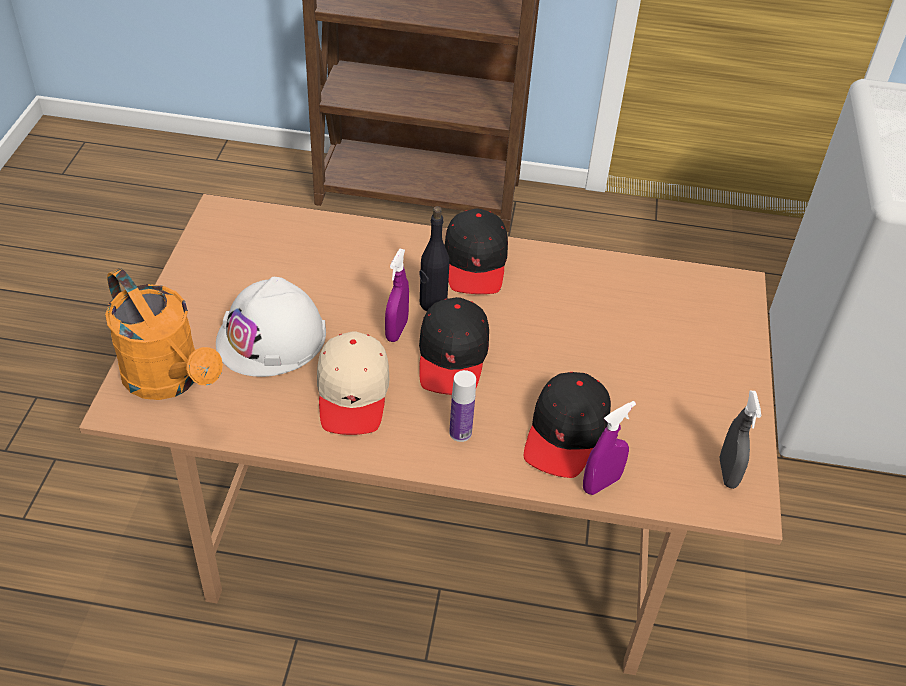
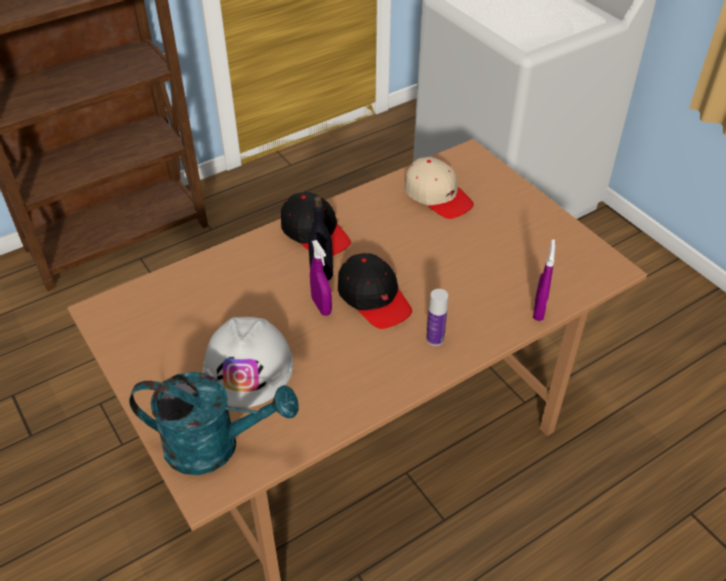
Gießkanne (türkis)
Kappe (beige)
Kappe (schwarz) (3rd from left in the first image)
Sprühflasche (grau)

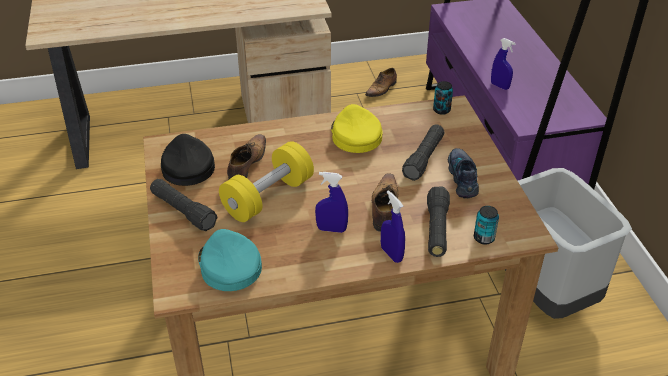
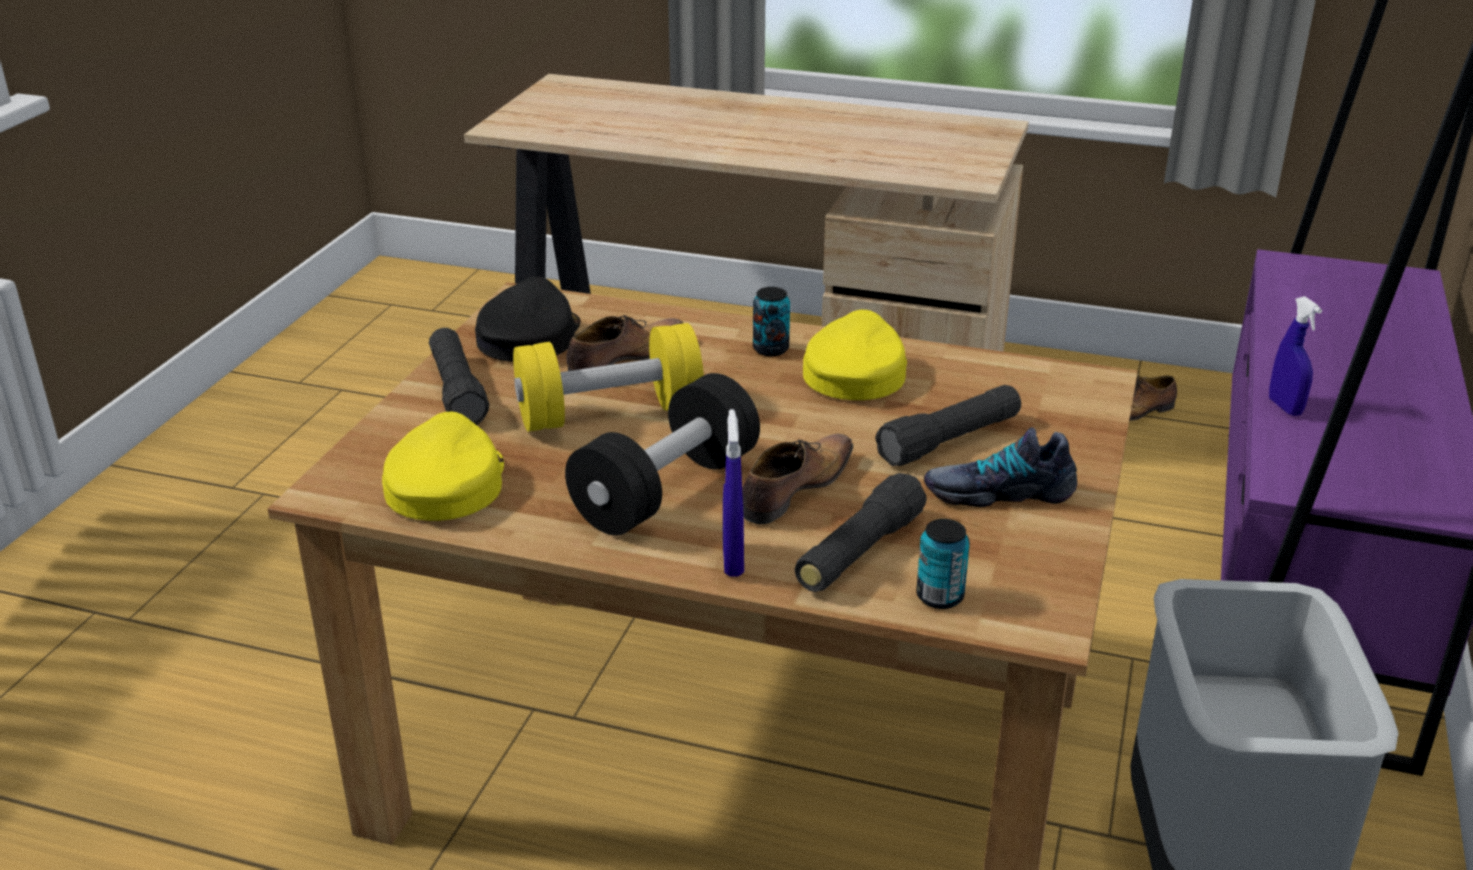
Kappe (gelb) (1st from left)
Hantel (schwarz)
Dose (1st from left)
Schuh (3rd from left)

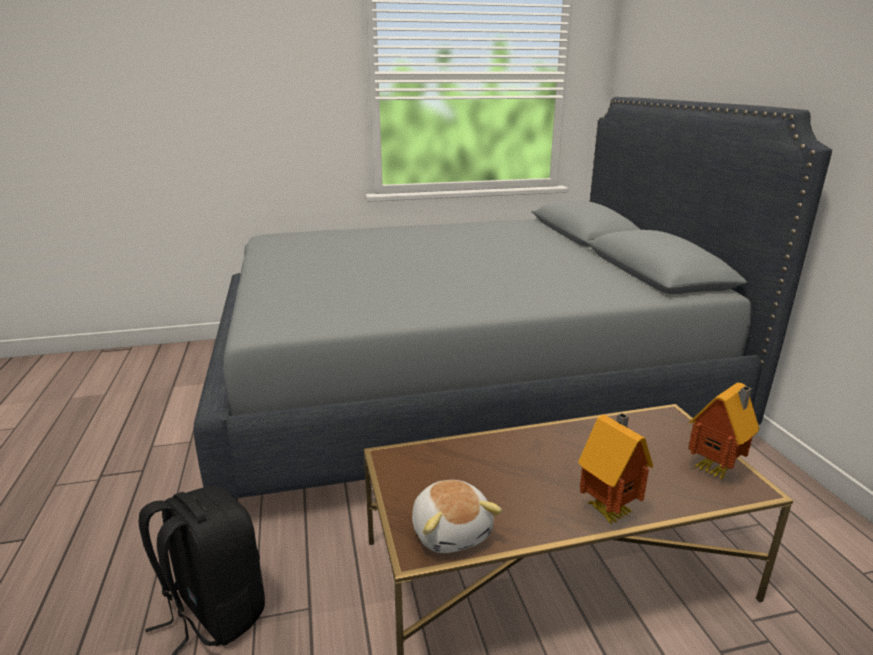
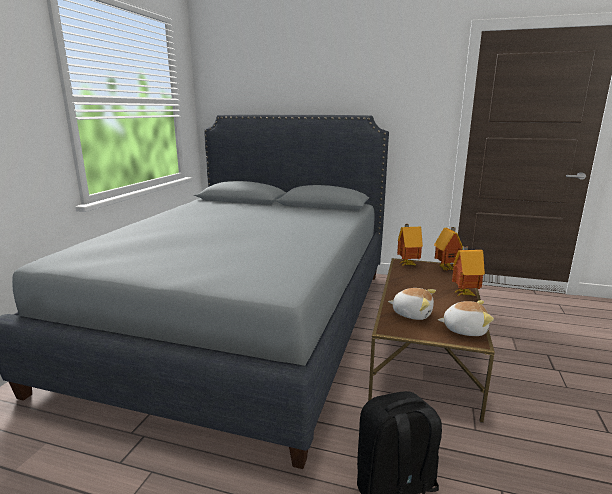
Plüschtier (1st from left)
Spielzeughaus (1st from left)

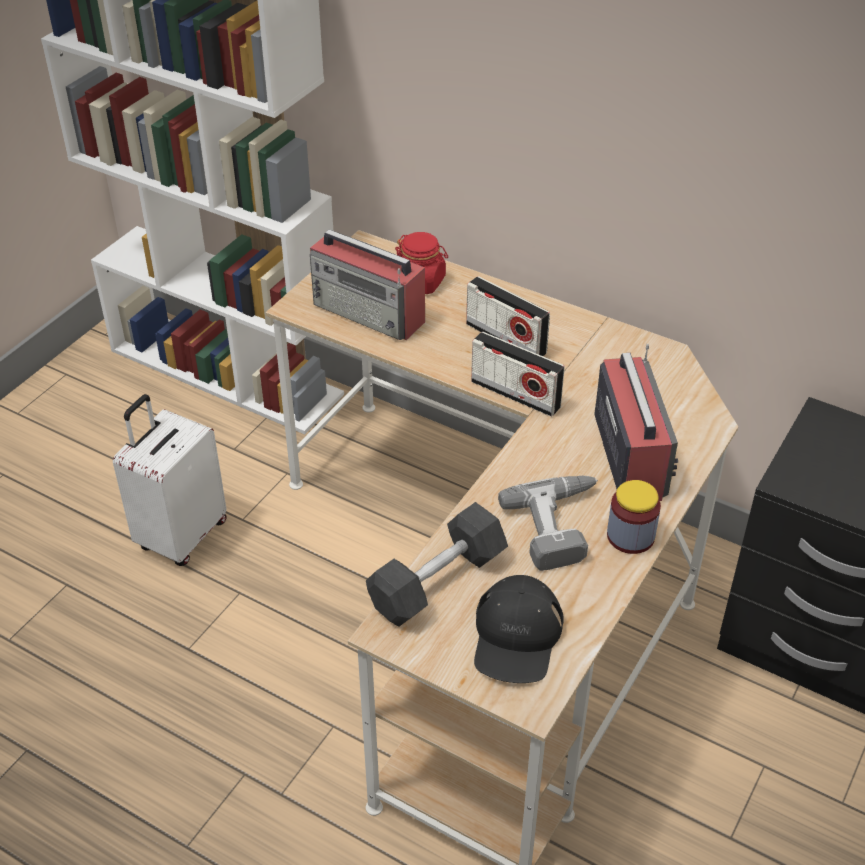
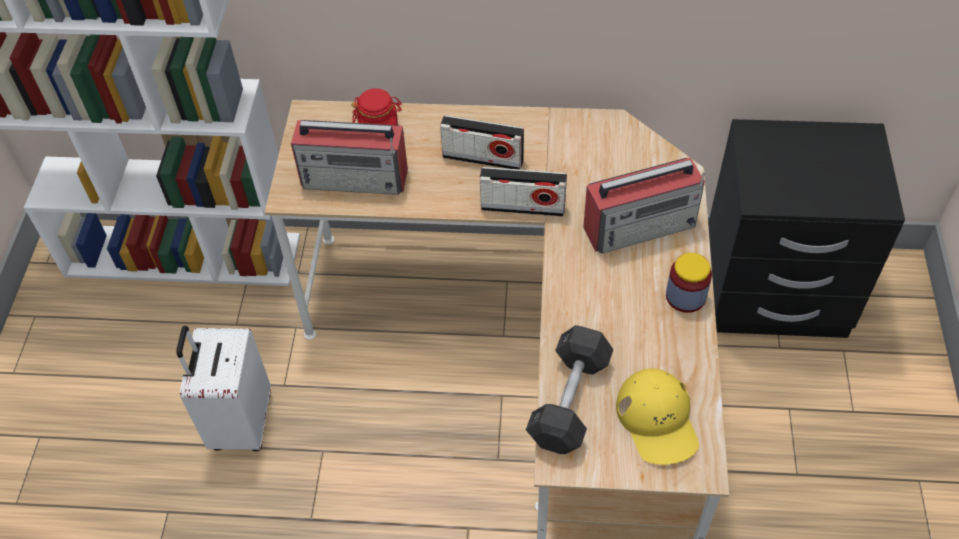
Radio (4th from left)
Kappe (gelb)
Bohrmaschine

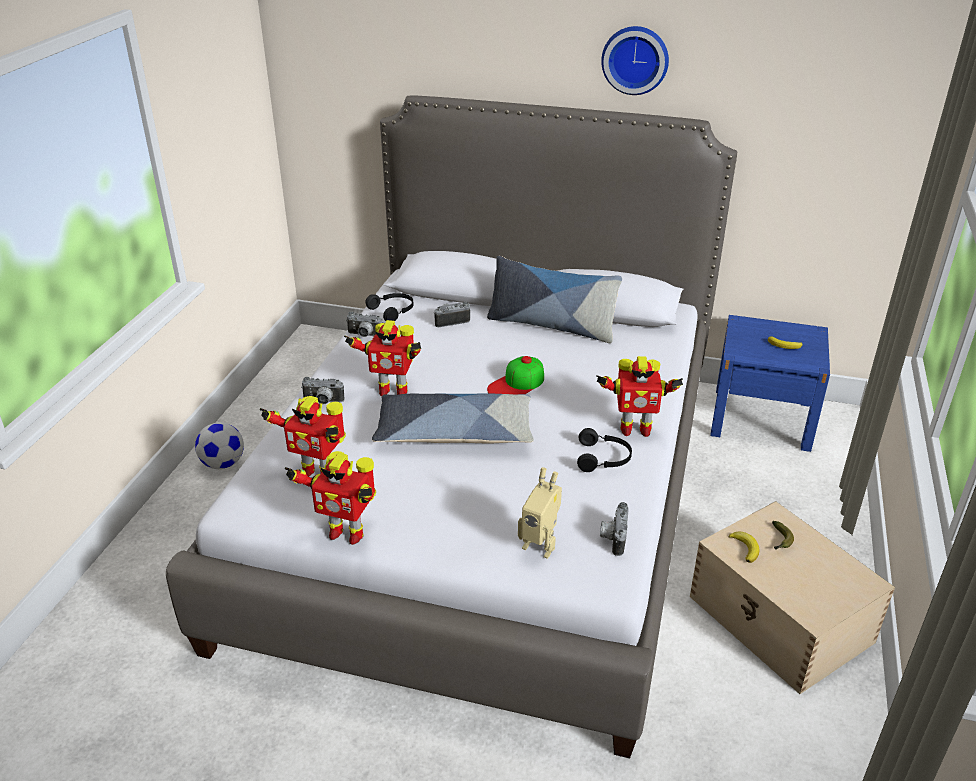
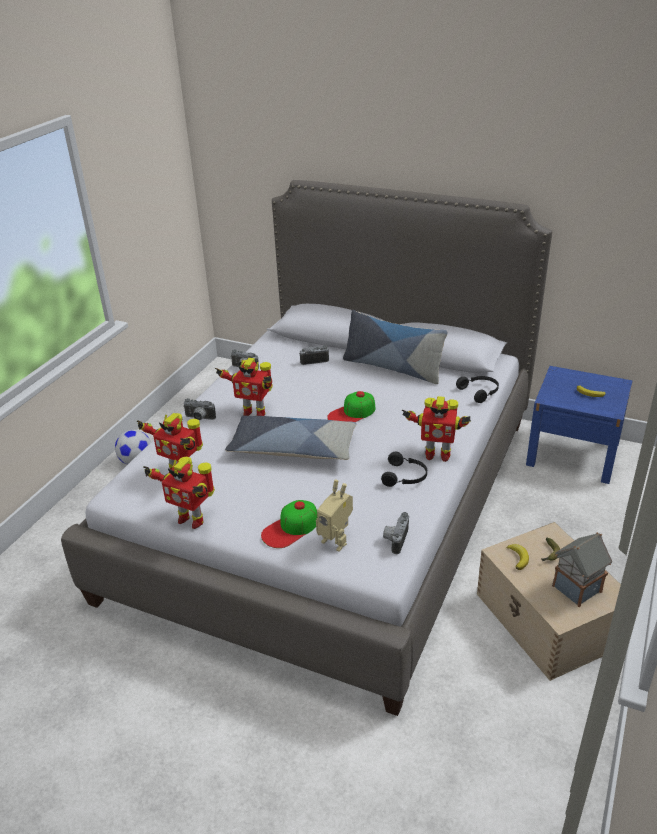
Kappe (1st from left)
Kopfhörer (schwarz) (2nd from left)
Spielzeughaus
Wanduhr

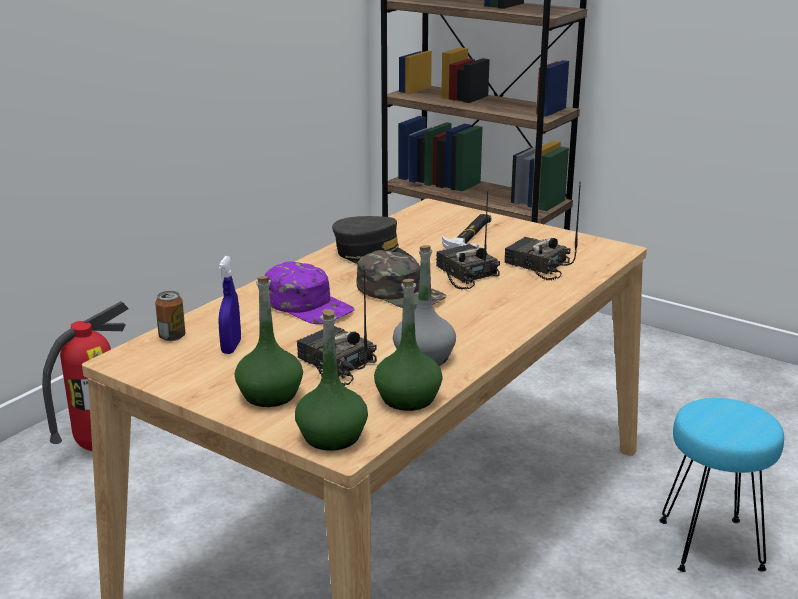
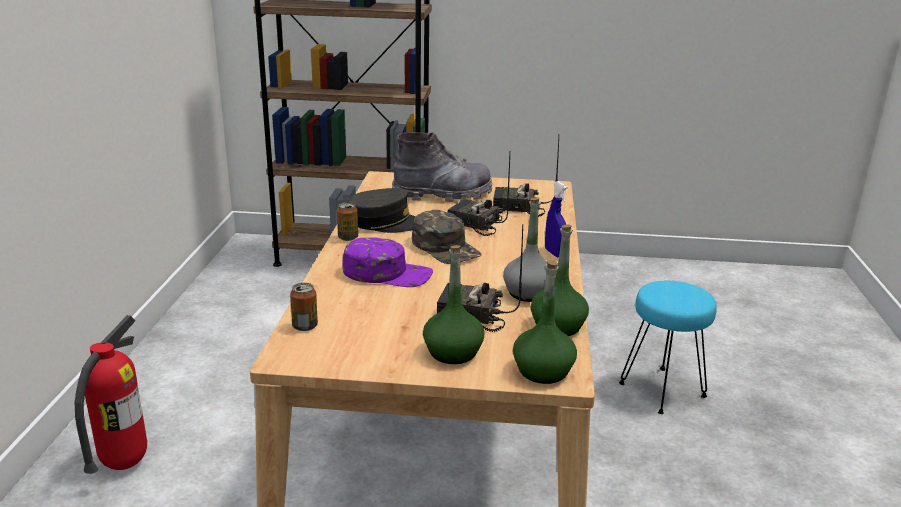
Dose (2nd from left)
Stiefel (grau)
Kappe (grün)
Sprühflasche (blau)

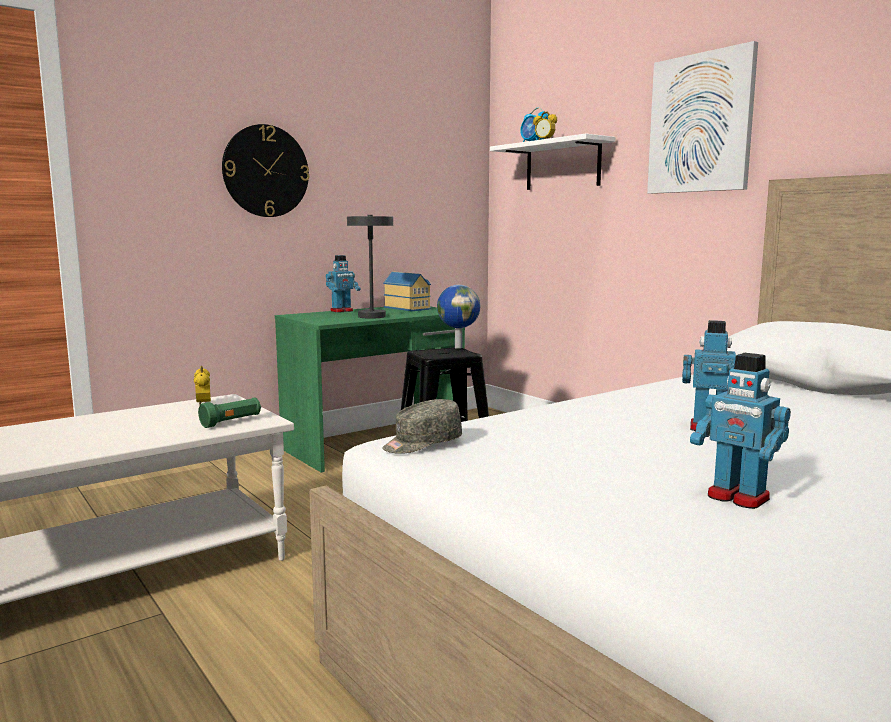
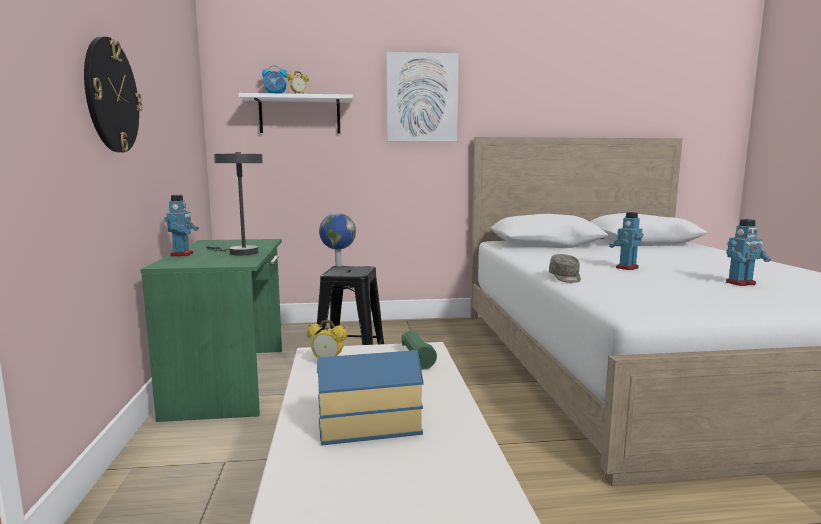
Spielzeughaus
Kappe (grau)

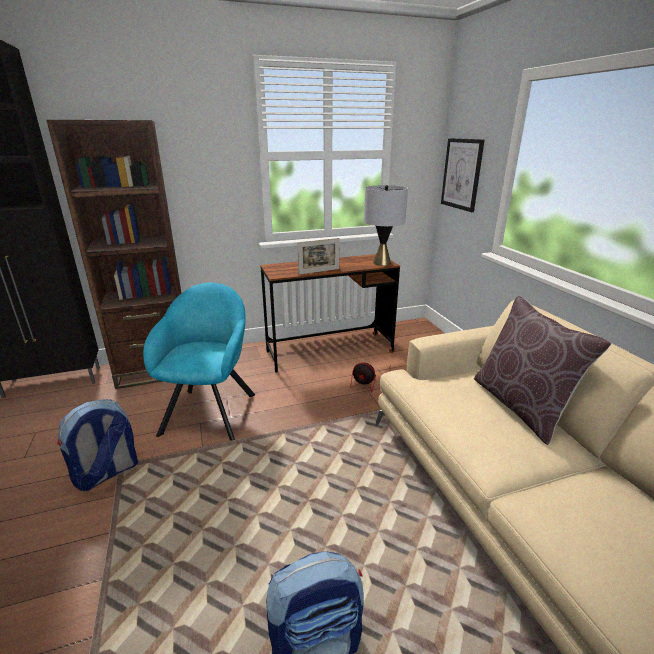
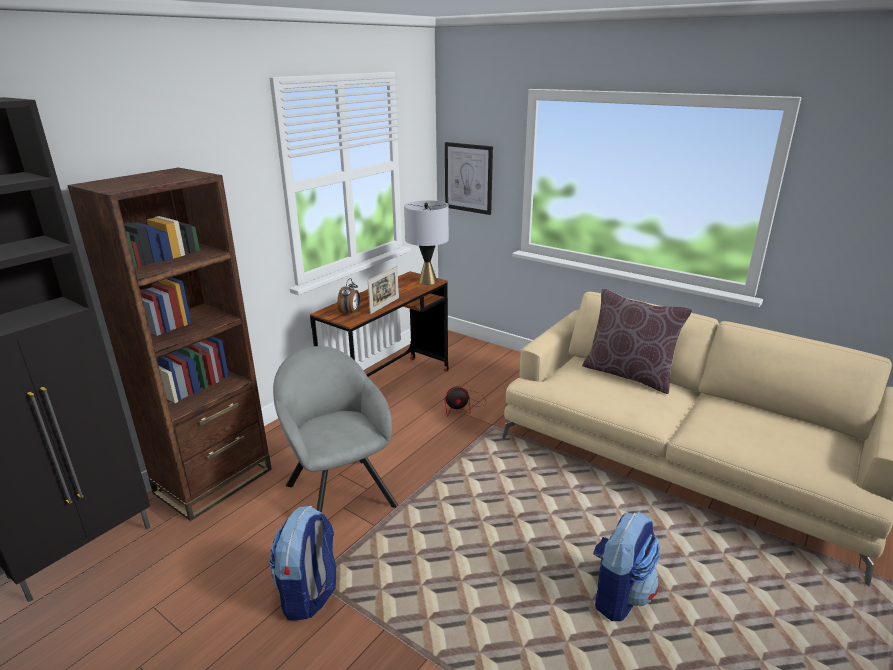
Sessel (grau)
Wecker

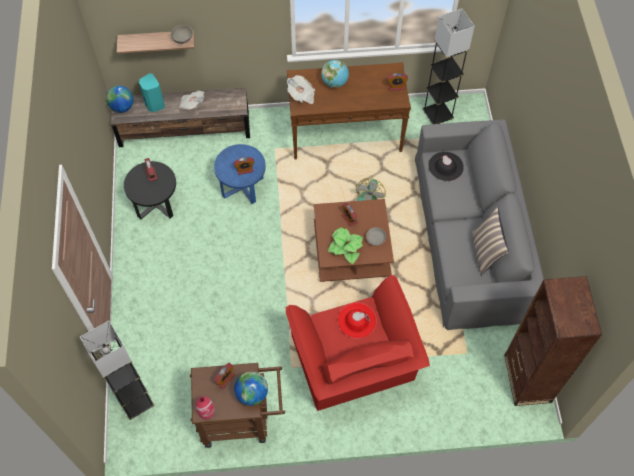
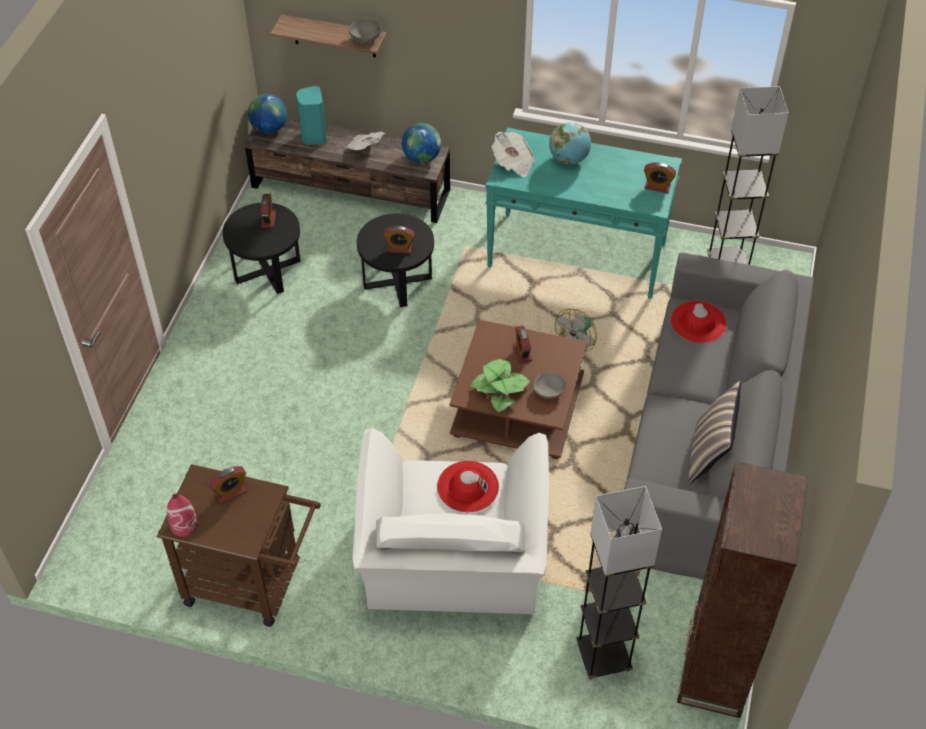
Sessel (weiß)
Beistelltisch (schwarz) (2nd from left)
Globus (2nd from left)
Konsolentisch (türkis)
Stehlampe (grau) (1st from left)
Hut (rot) (2nd from left)

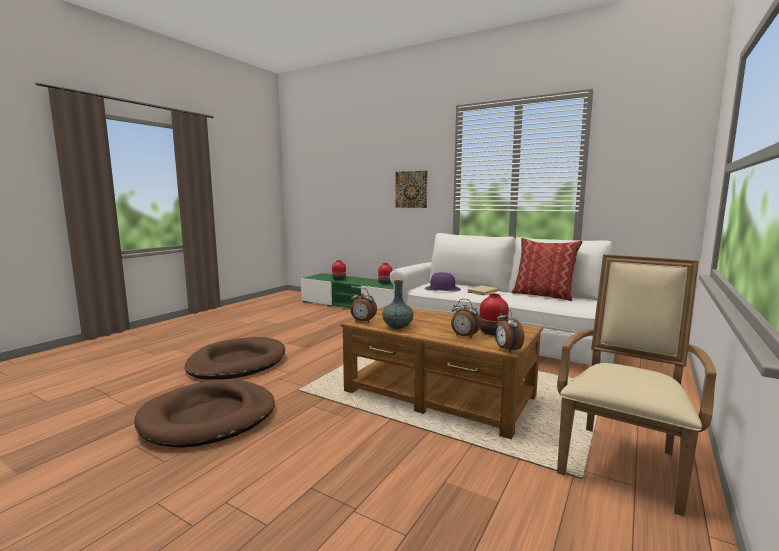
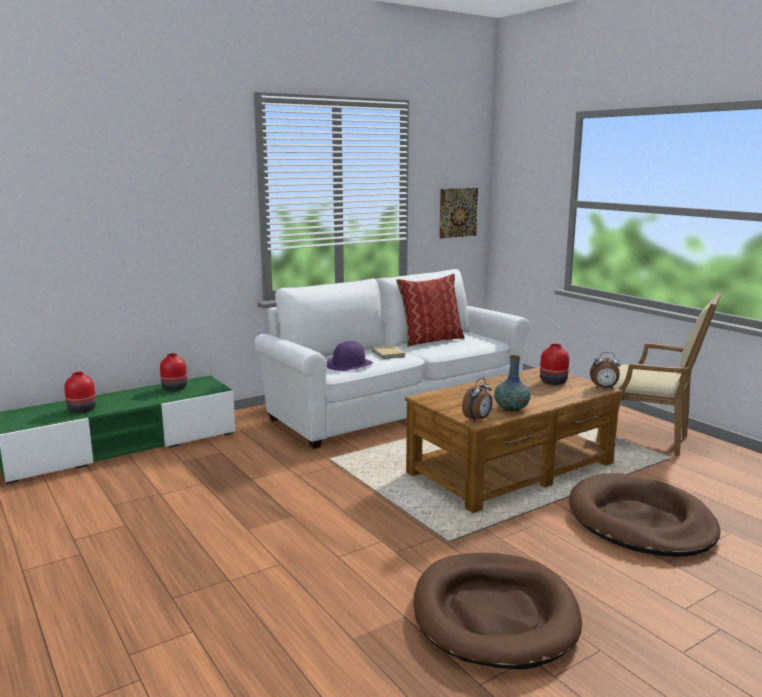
Bild
Hundebett (braun) (2nd from left)
Sessel (beige)
Wecker (2nd from left in the first image)

